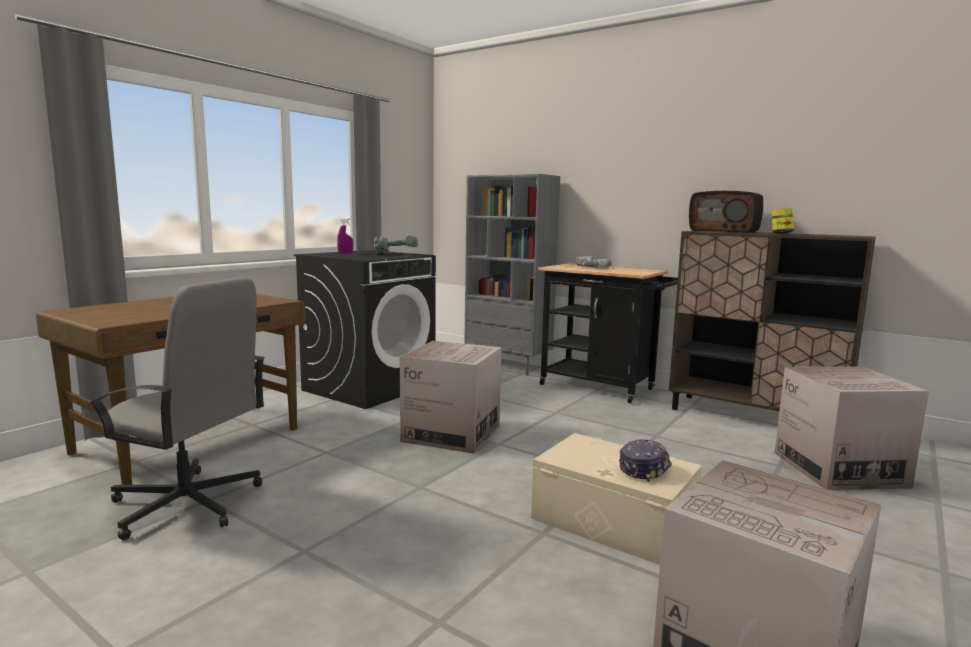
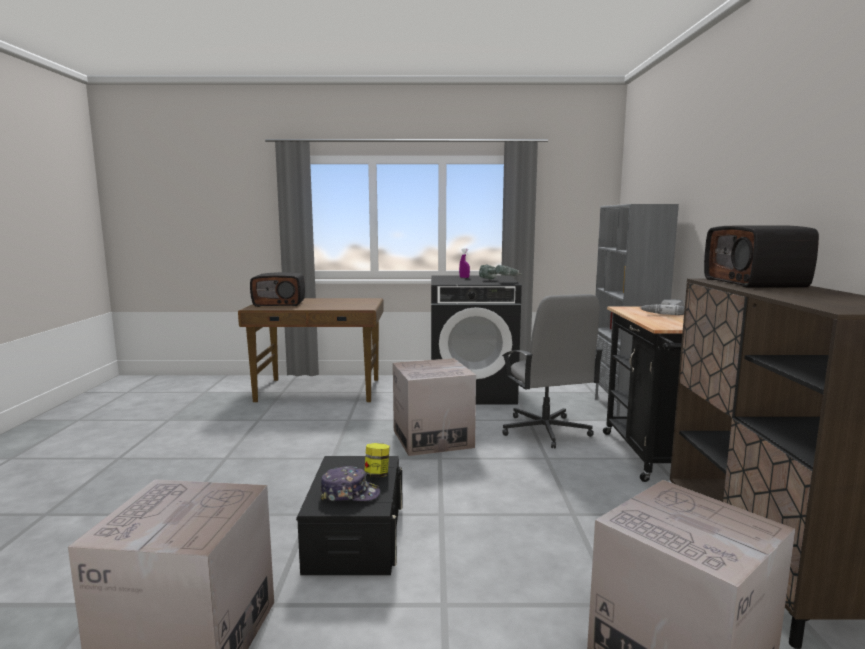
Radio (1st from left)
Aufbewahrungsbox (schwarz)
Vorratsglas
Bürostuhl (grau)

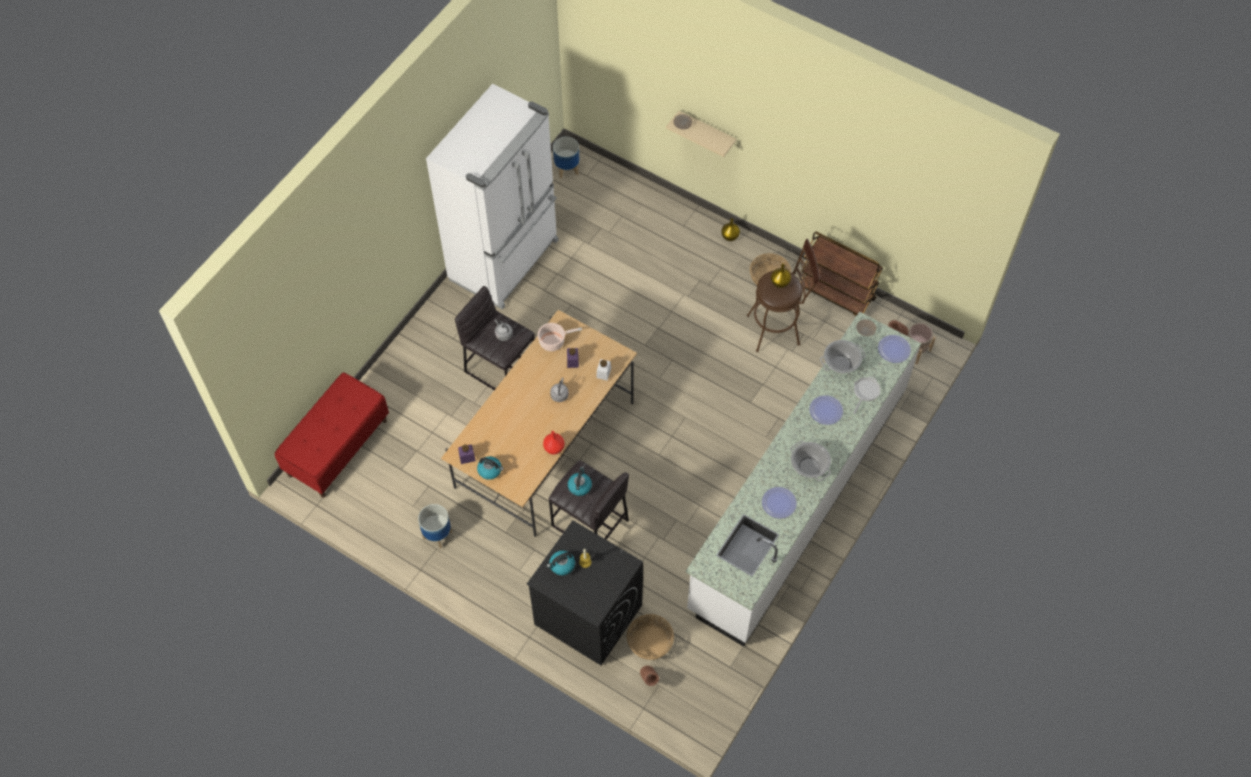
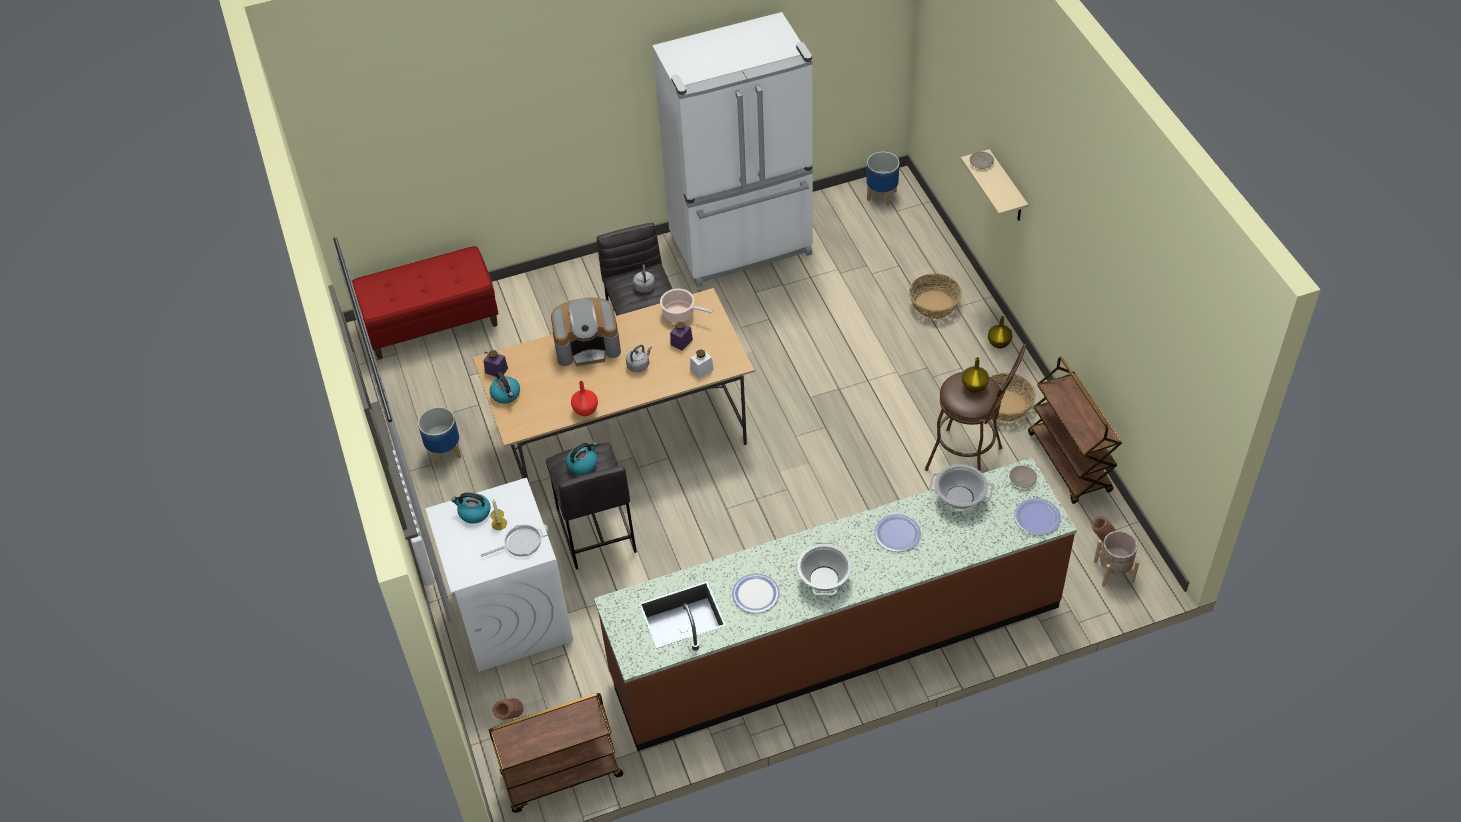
Waschmaschine (weiß)
Pfanne
Rollwagen (braun) (1st from left)
Kaffeemaschine
Küchenzeile (braun)
Korb (1st from left)

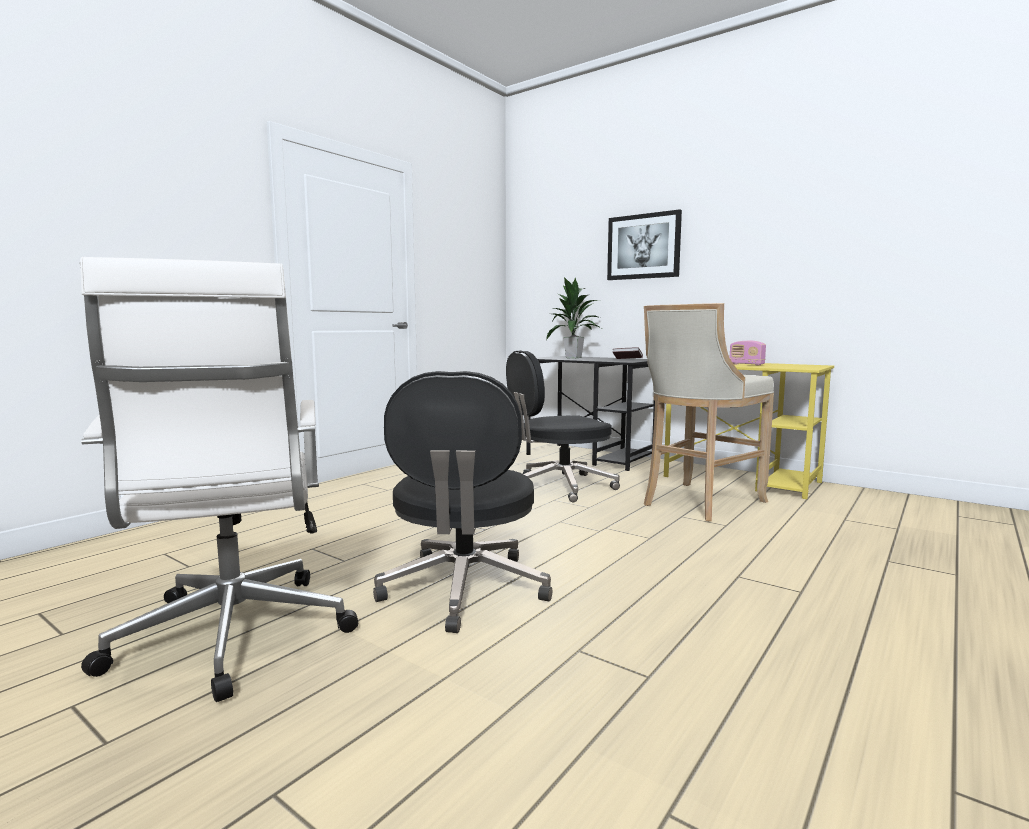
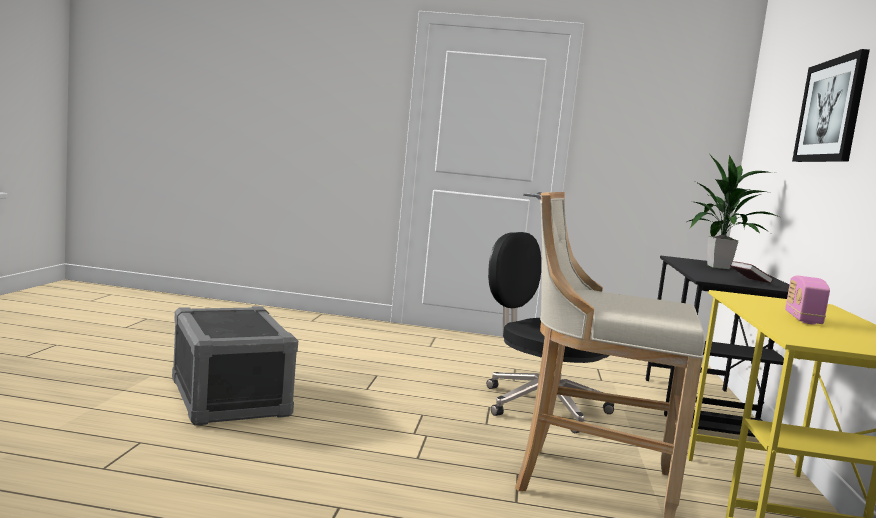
Aufbewahrungsbox (grau)
Bürostuhl (weiß)

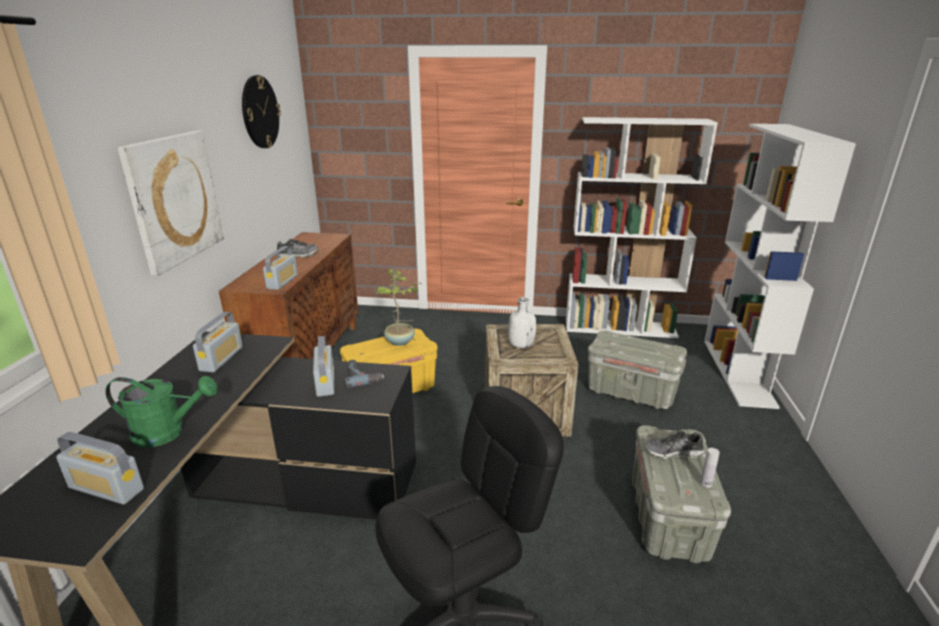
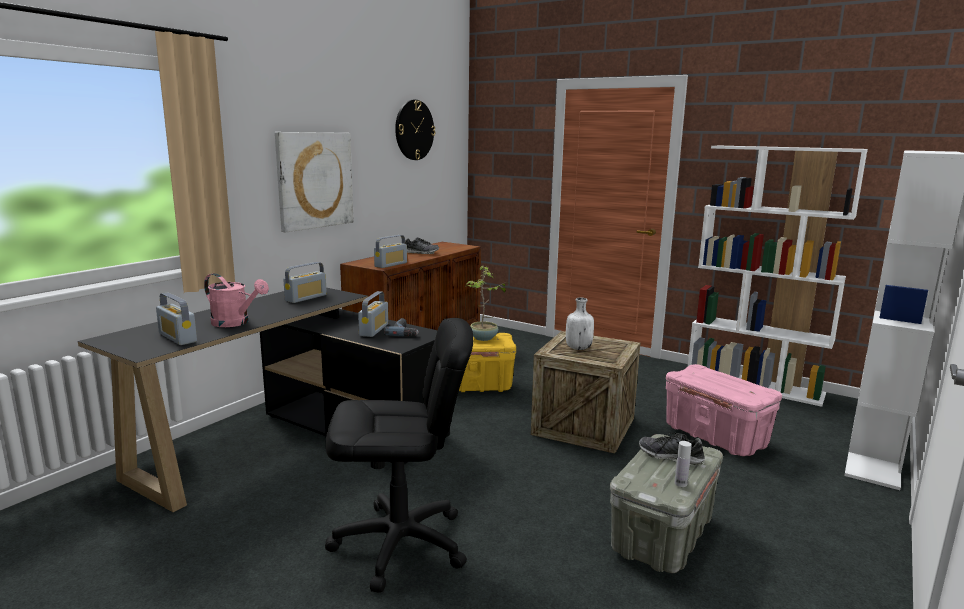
Gießkanne (rosa)
Aufbewahrungsbox (rosa)

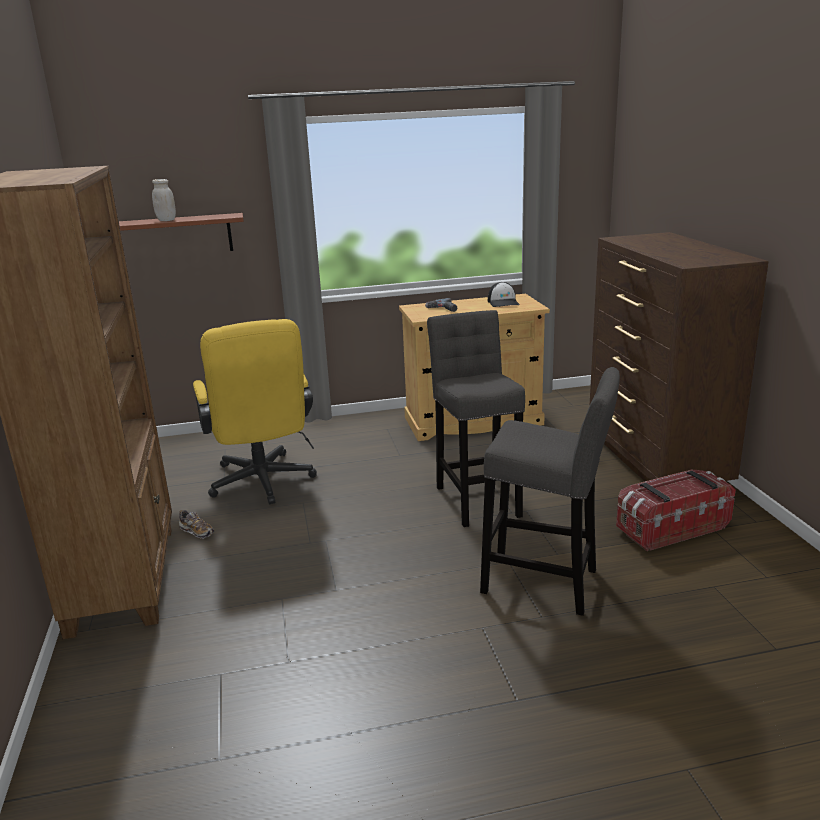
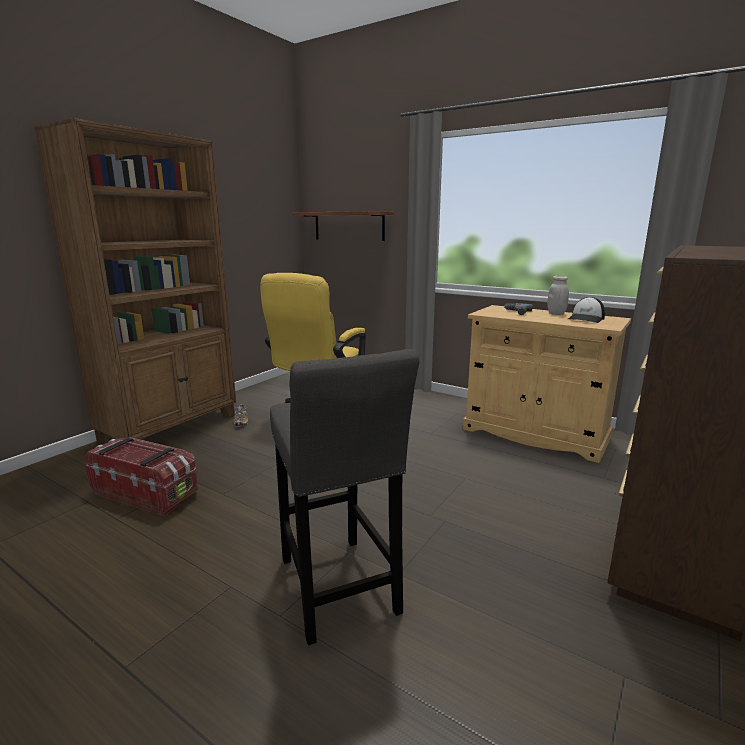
Aufbewahrungsbox
Vorratsglas (weiß)
Hocker (grau) (1st from left in the first image)

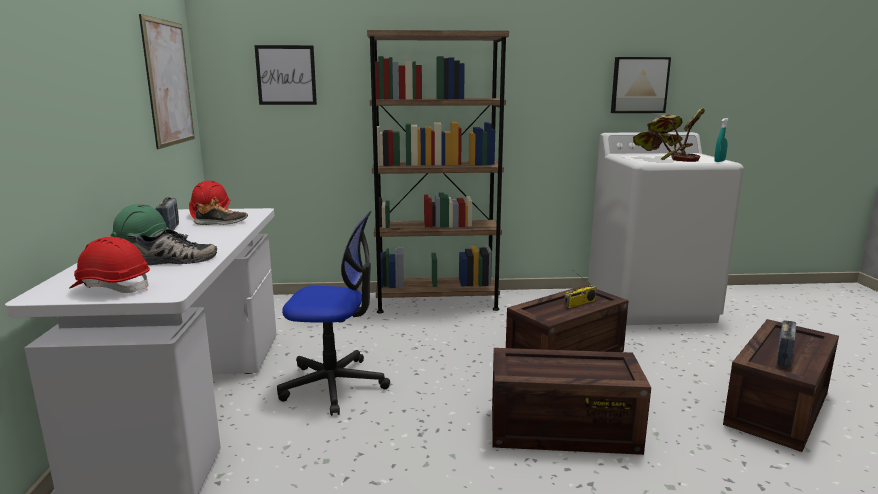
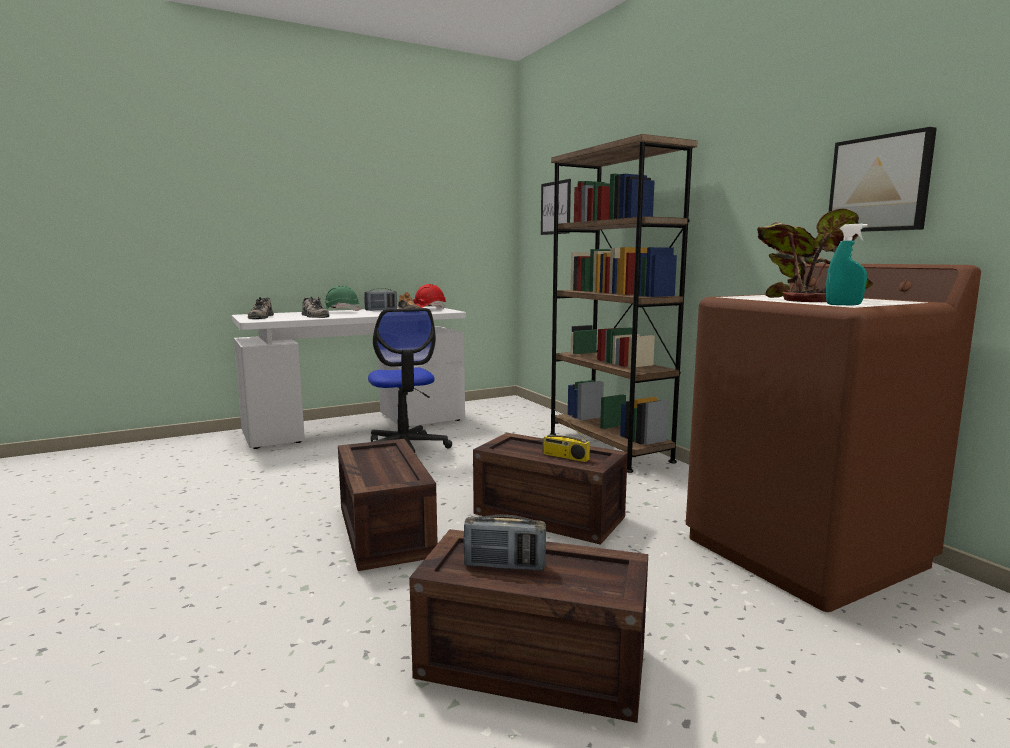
Schuh (1st from left)
Waschmaschine (braun)
Bild (1st from left in the first image)

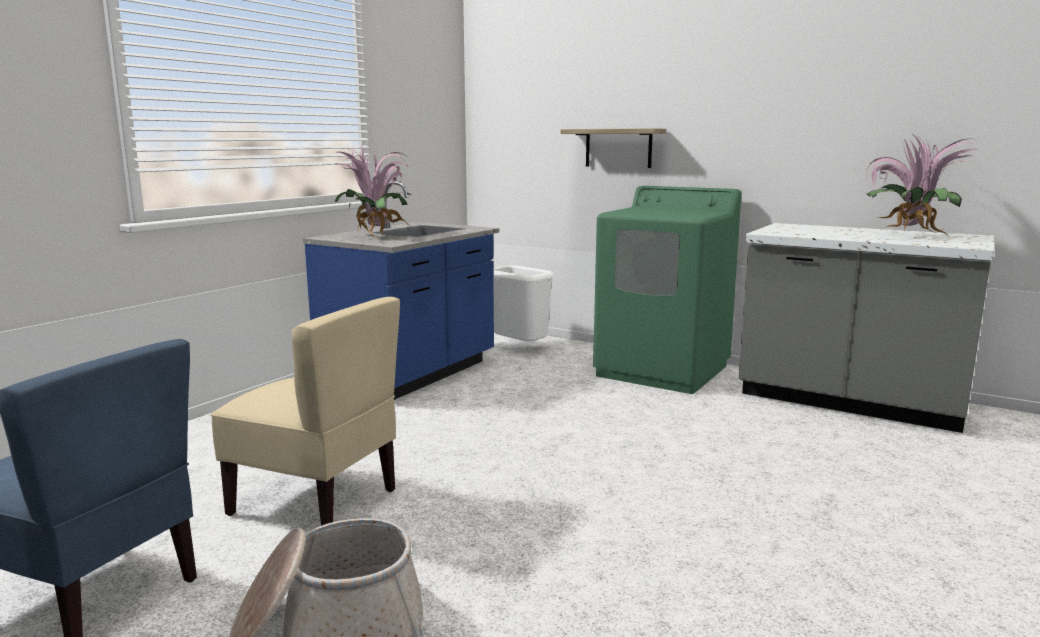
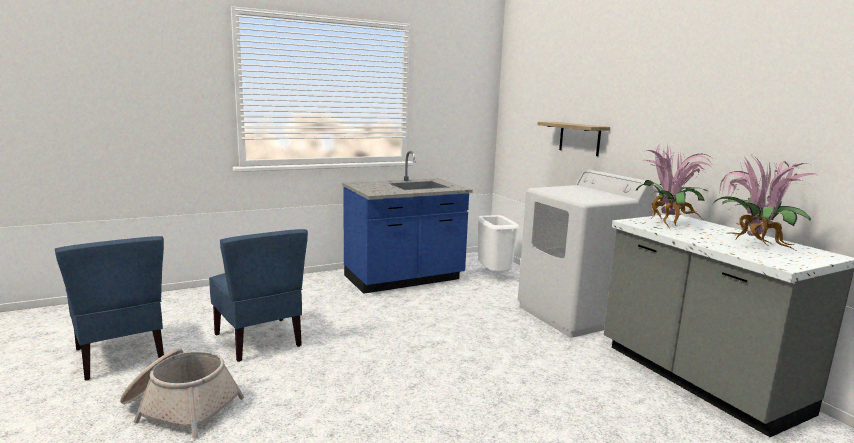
Stuhl (blau) (2nd from left)
Waschmaschine (weiß)
Topfpflanze (1st from left)

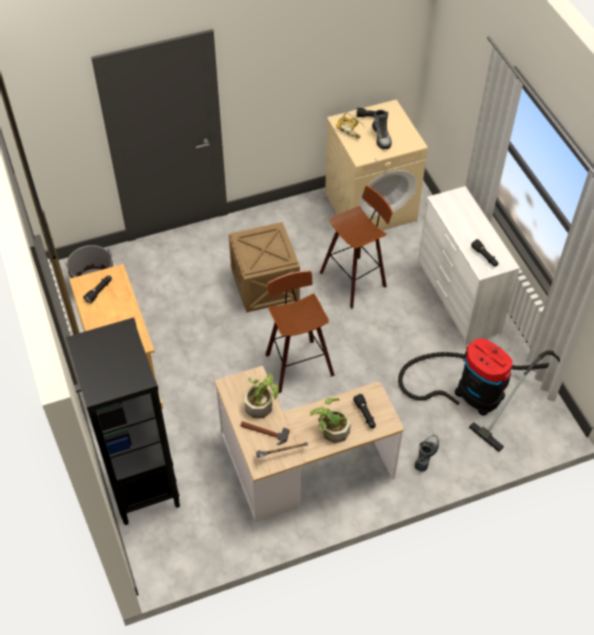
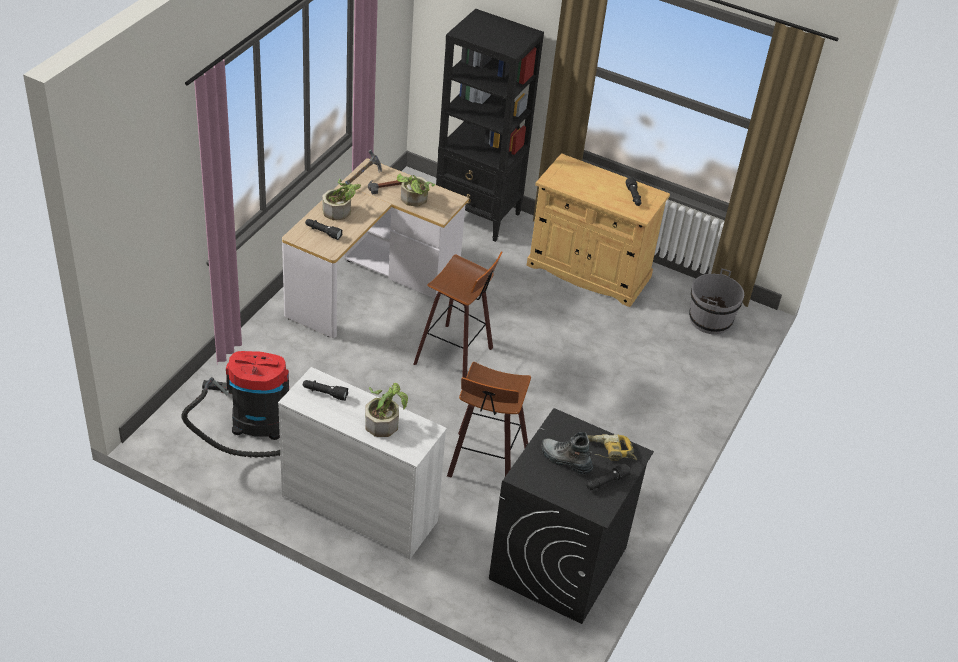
Topfpflanze (2nd from left)
Waschmaschine (schwarz)
Kiste
Stiefel (2nd from left in the first image)

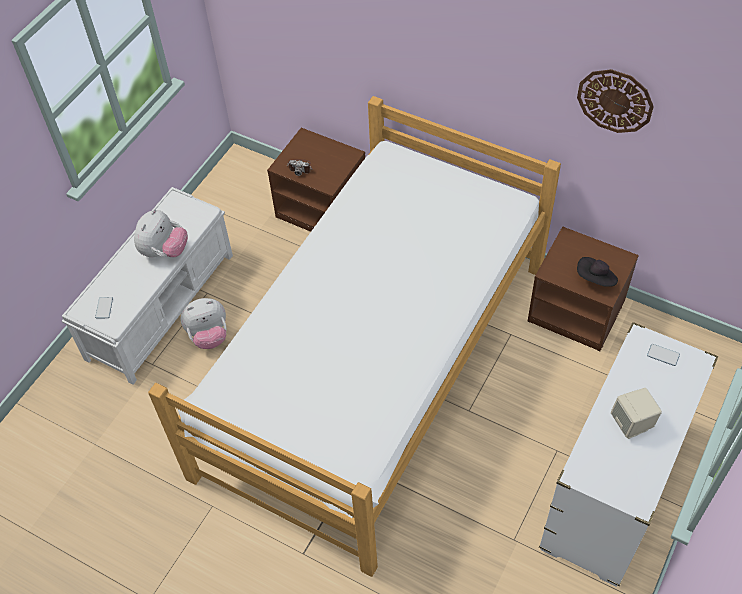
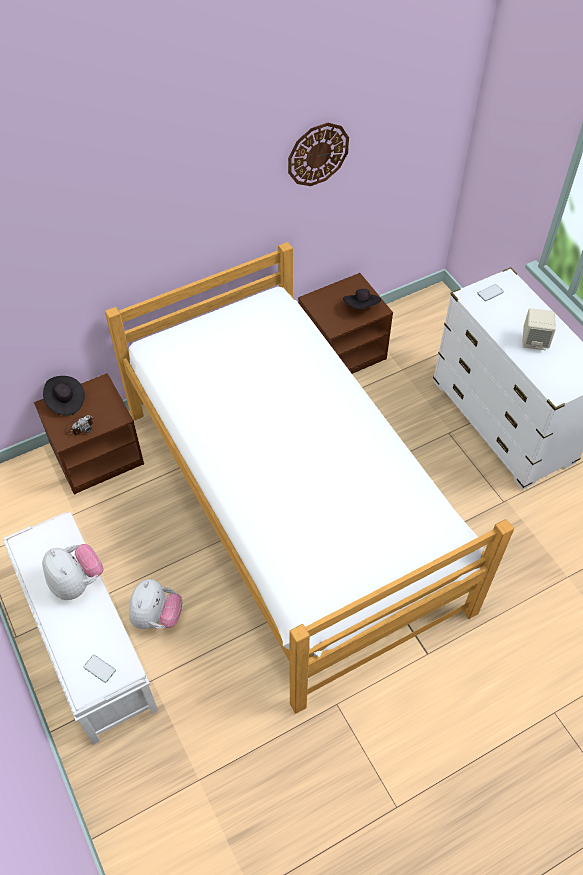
Hut (schwarz) (1st from left)

